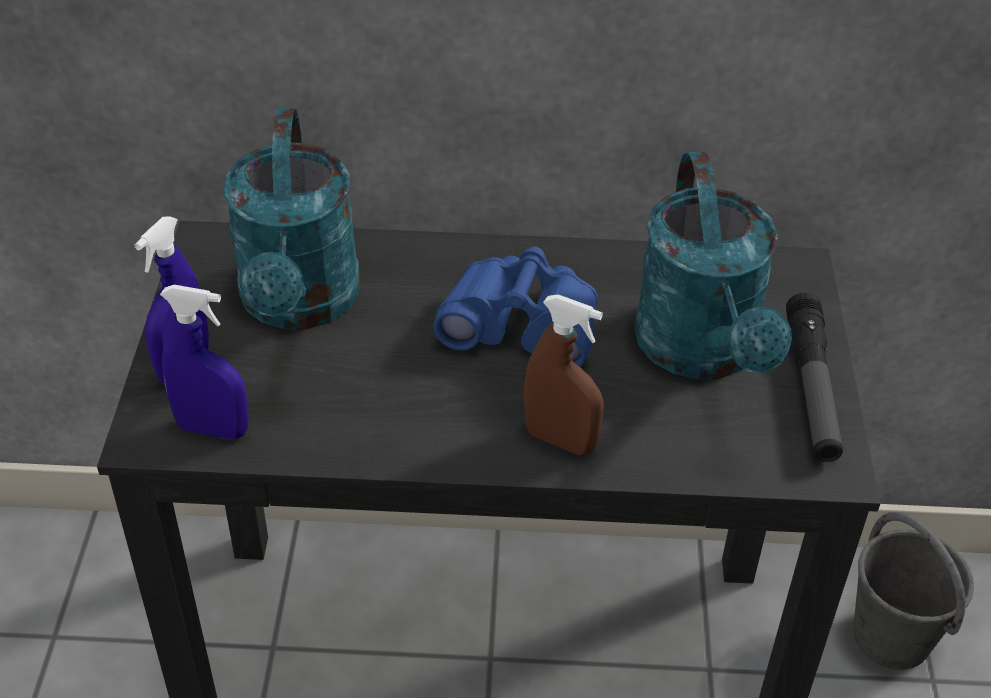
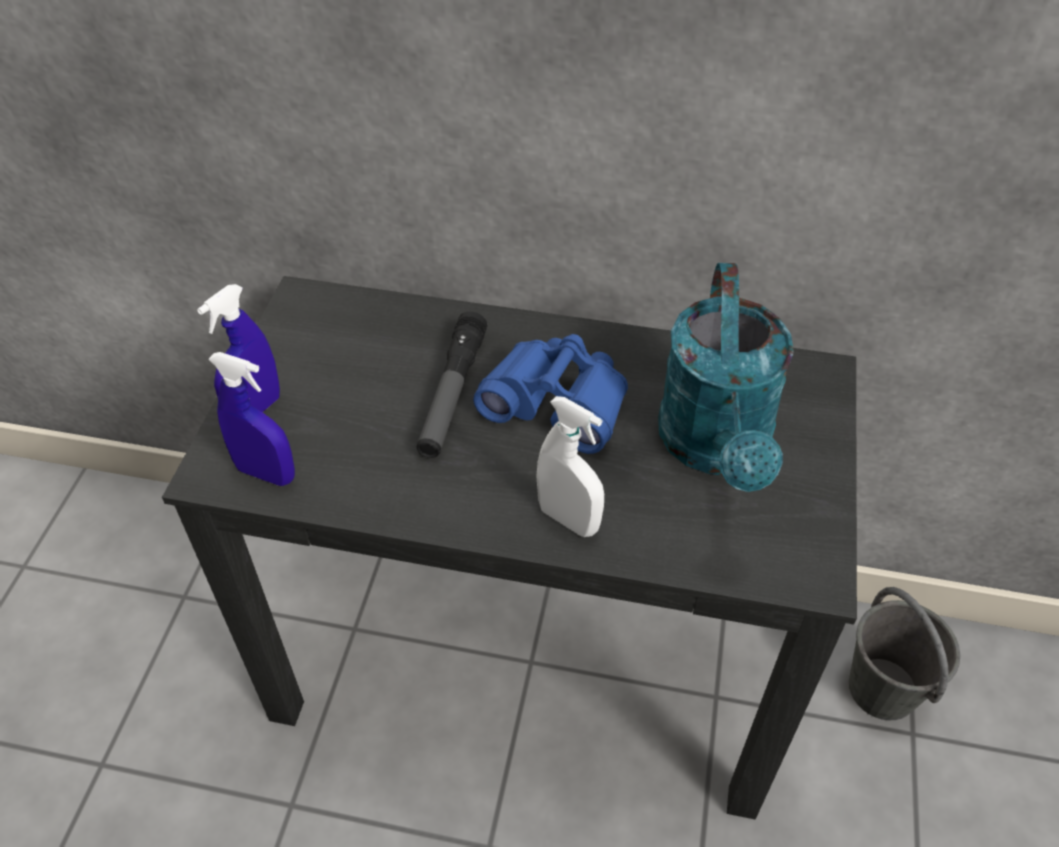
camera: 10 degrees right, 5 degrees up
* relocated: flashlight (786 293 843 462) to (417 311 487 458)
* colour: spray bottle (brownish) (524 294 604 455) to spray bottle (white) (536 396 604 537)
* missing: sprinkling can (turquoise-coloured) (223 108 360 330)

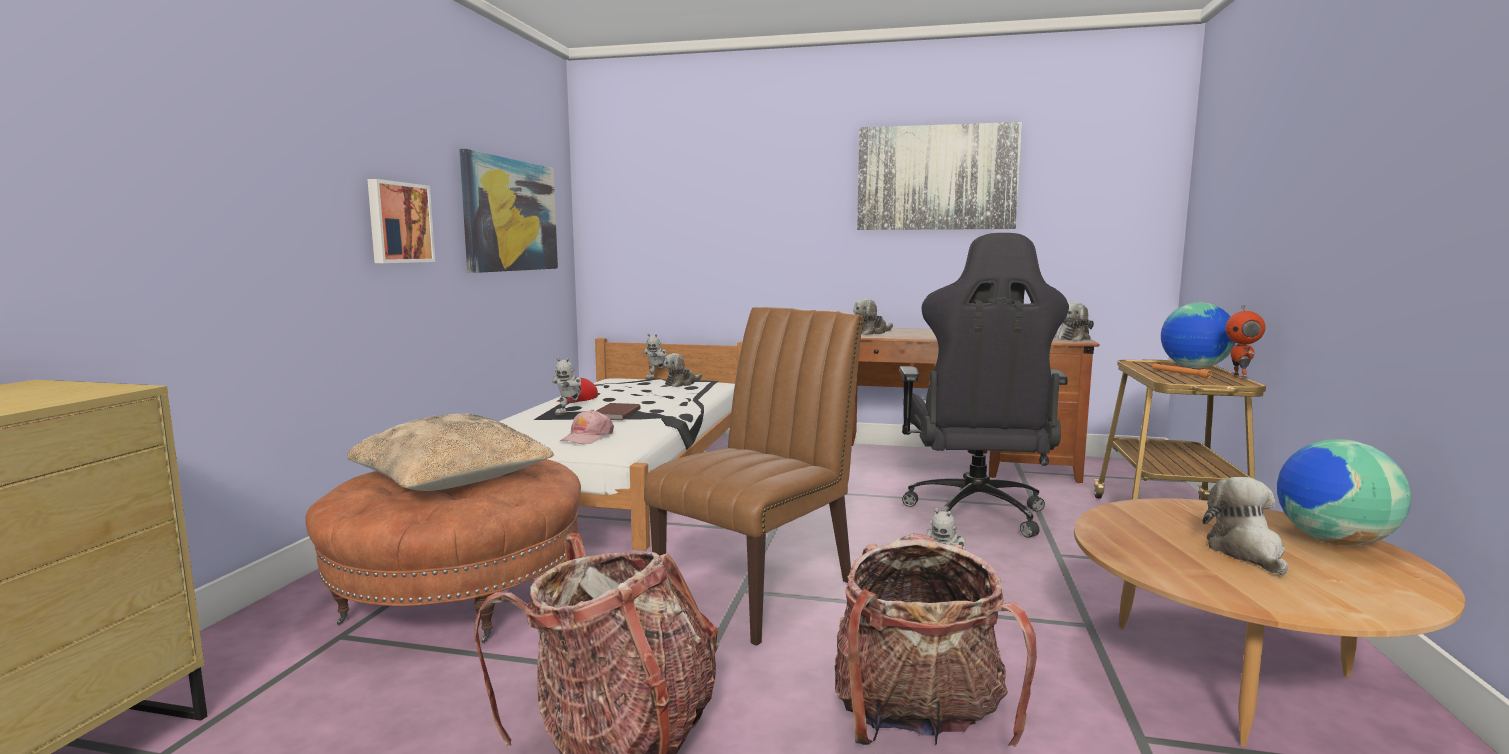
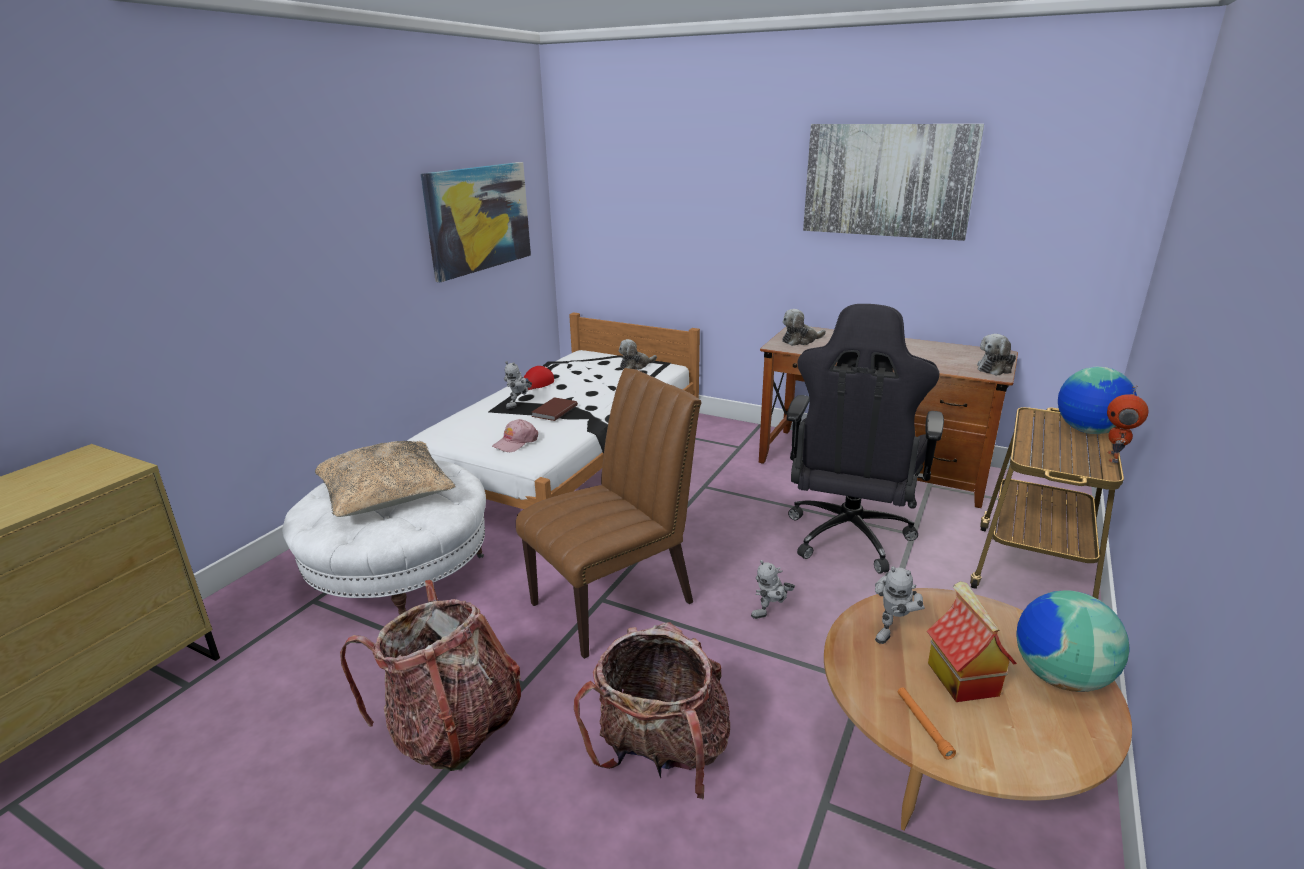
camera: 15 degrees right, 15 degrees up
* colour: footrest (brownish) (305 459 581 643) to footrest (white) (282 460 486 615)
* relocated: model robot (643 334 667 379) to (875 566 925 644)
* relocated: flashlight (orange-coloured) (1152 363 1212 379) to (898 687 956 760)
* exchanged: cuddly toy (1203 477 1288 575) to model house (927 581 1017 702)
* missing: wall picture (367 179 435 263)

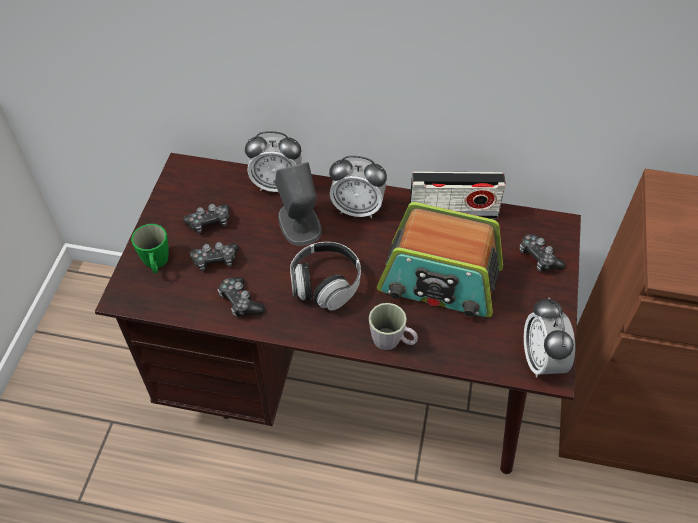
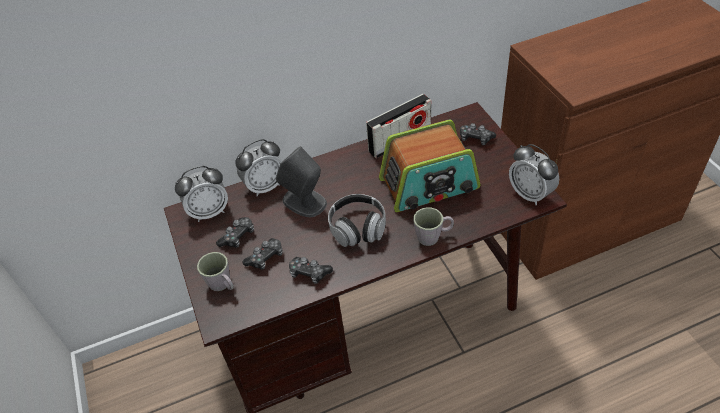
camera: 30 degrees left, 5 degrees down
* relocated: alarm clock (329 156 387 218) to (175 166 228 222)
* colour: tea mug (green-coloured) (131 224 169 274) to tea mug (gray) (197 252 234 291)

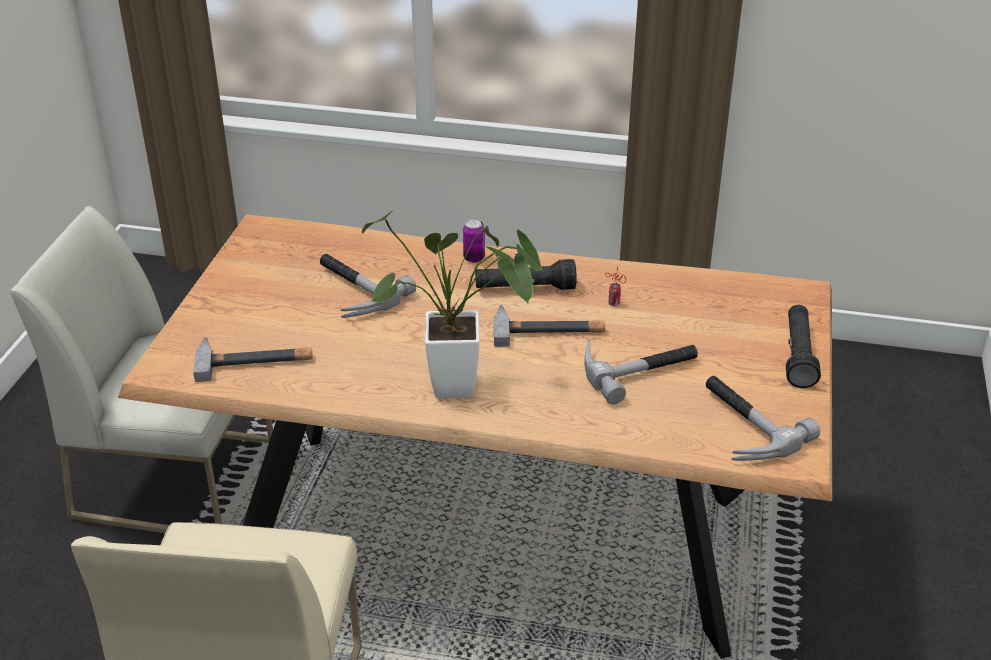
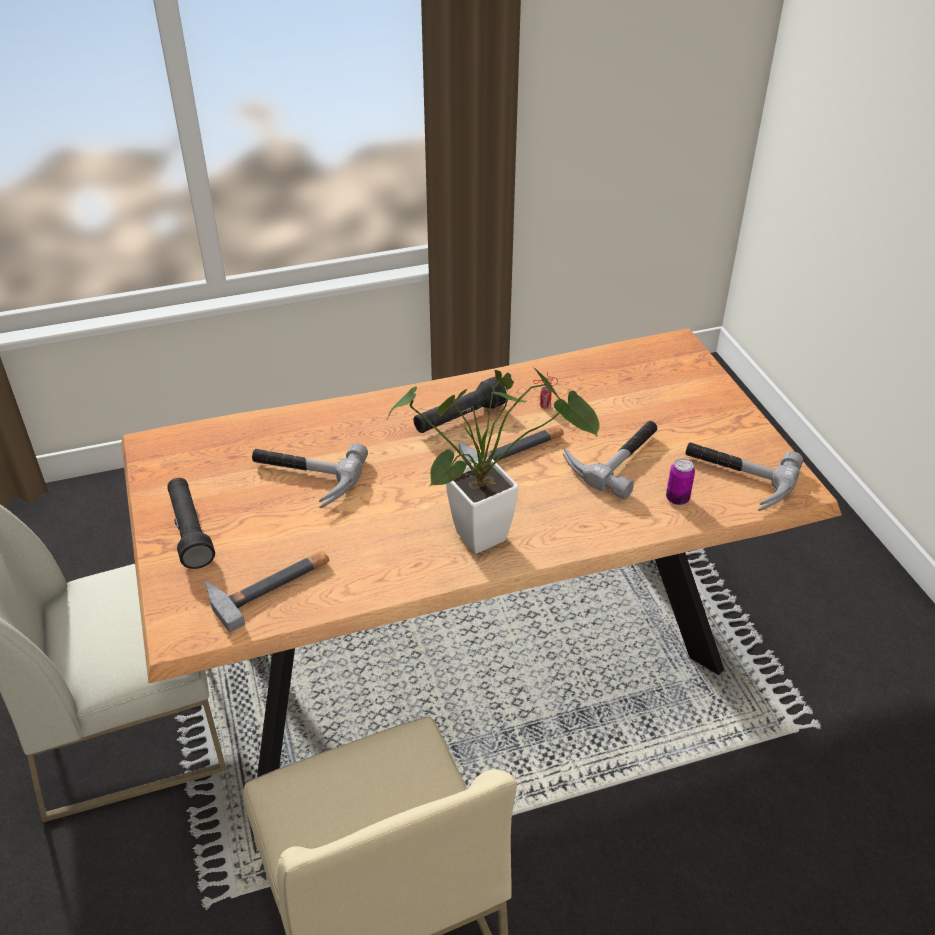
camera: 30 degrees left, 5 degrees up
* relocated: flashlight (black) (786 305 821 388) to (167 478 215 569)
* relocated: metal can (463 219 485 263) to (666 458 695 505)

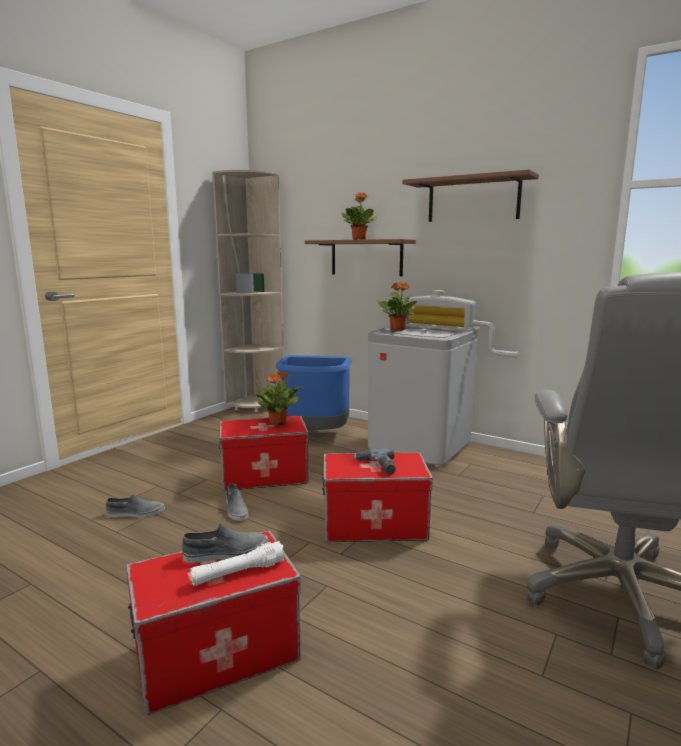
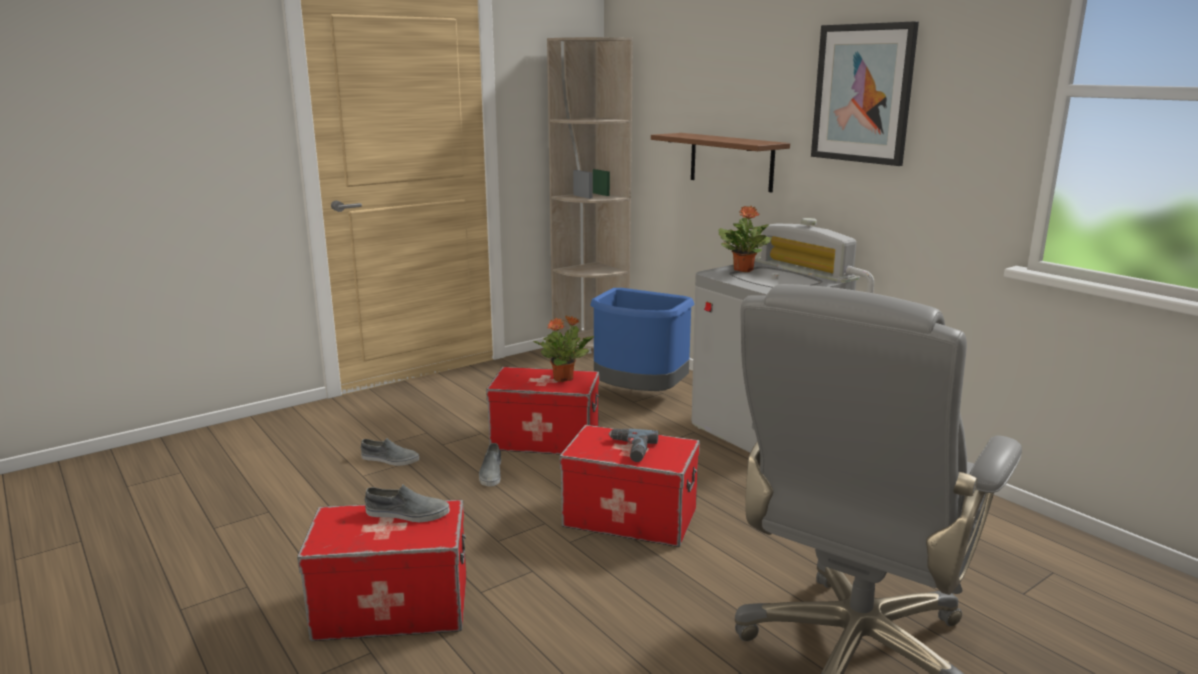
camera: 20 degrees right, 5 degrees up
* exchanged: wall shelf (brownish) (402 169 539 222) to wall picture (811 21 919 166)
* missing: flashlight (white) (190 541 285 586)
* missing: potted plant (341 193 377 240)

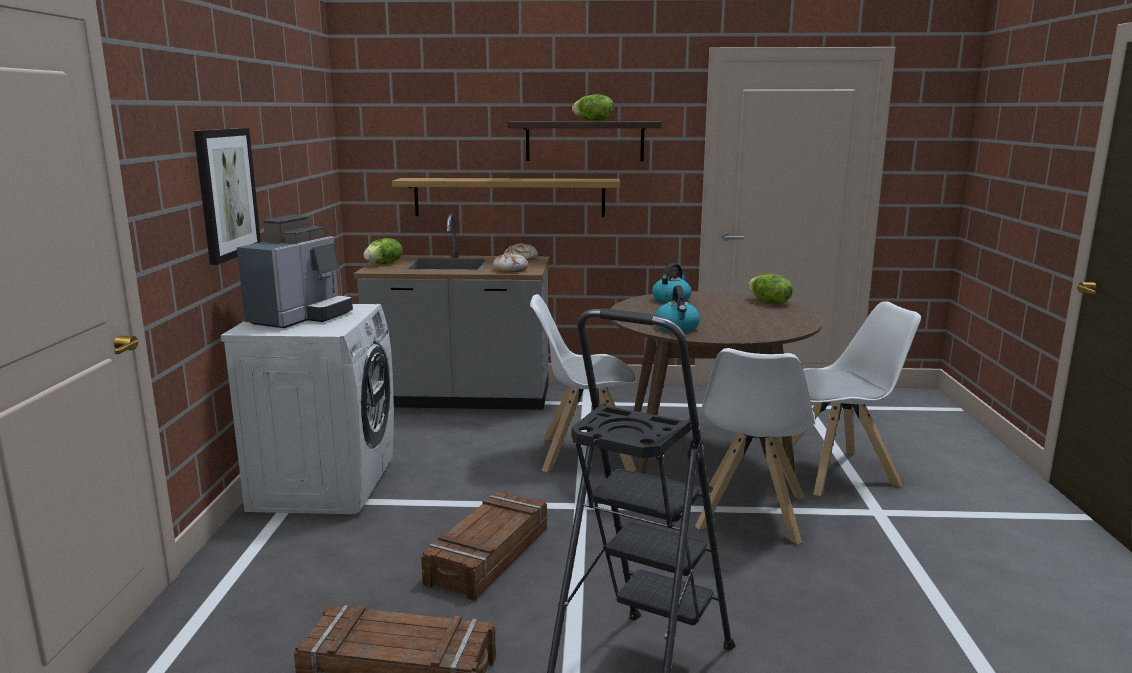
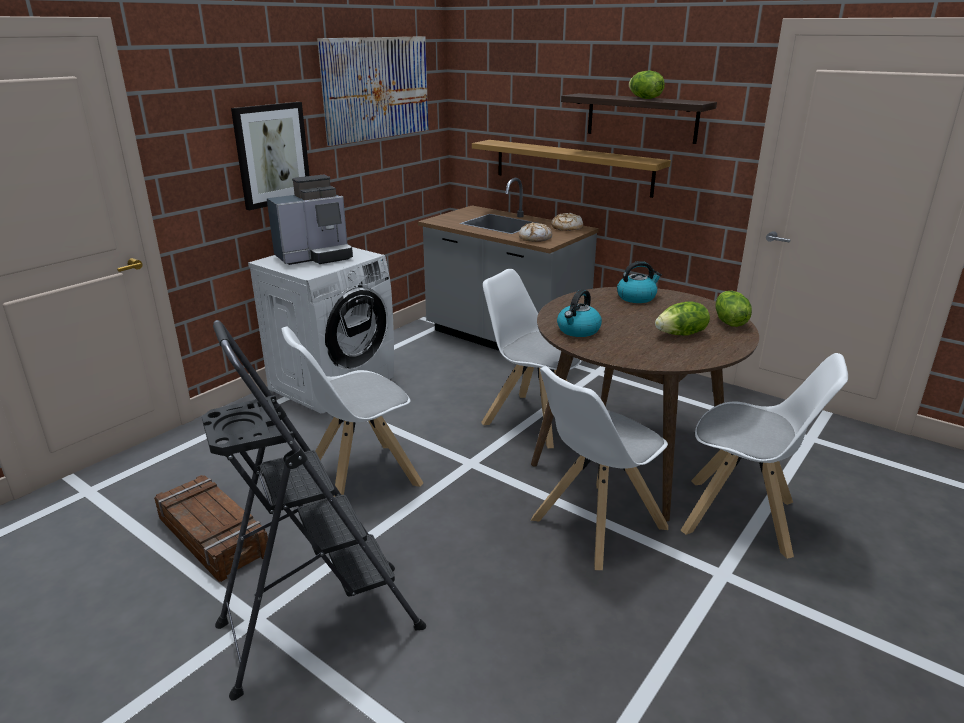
camera: 35 degrees right, 10 degrees up
* exchanged: shipping crate (421 491 547 600) to chair (281 326 423 497)
* appeared: wall picture (317 36 428 146)
* relocated: lettuce (363 238 402 264) to (655 301 710 335)

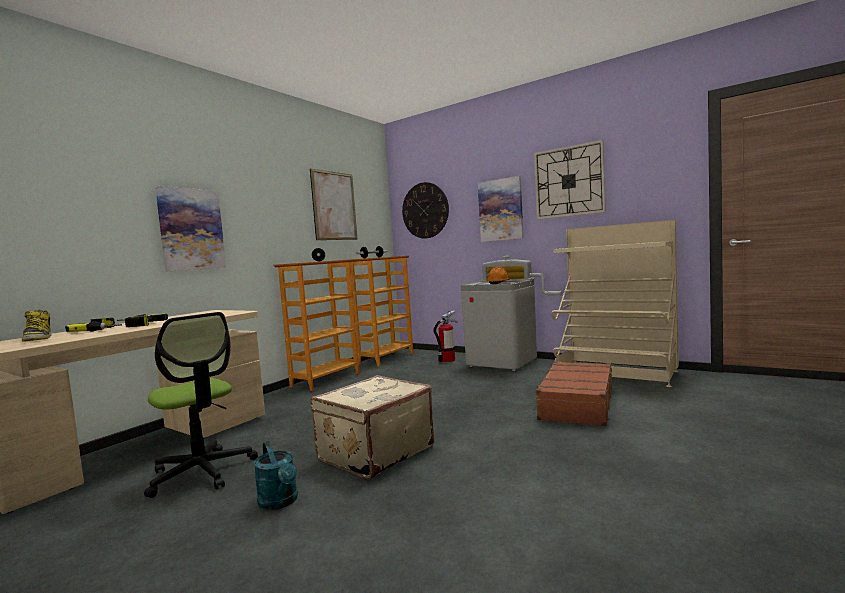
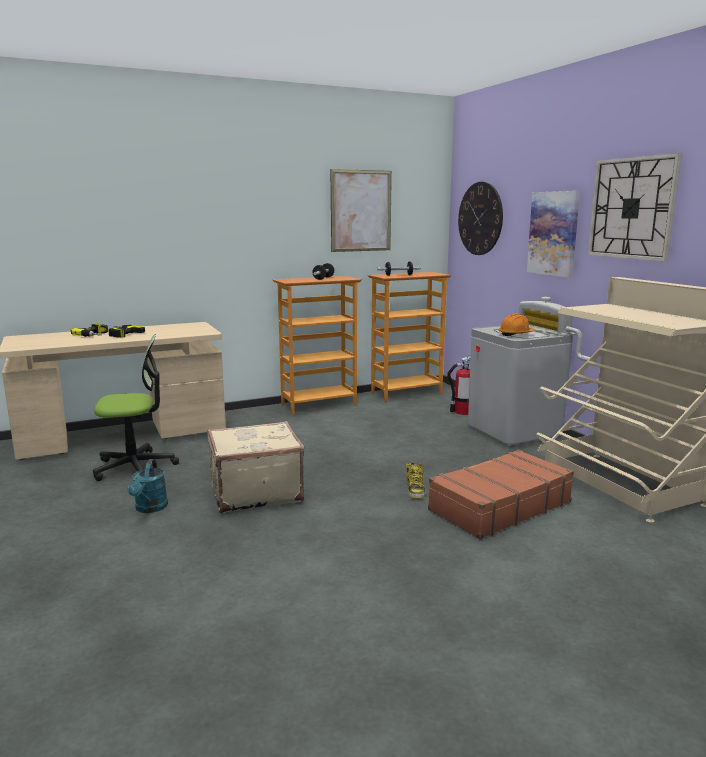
camera: 30 degrees right, 10 degrees up
* spun: desk chair (144 312 258 498) = (93 334 179 481) 90 degrees counterclockwise
* relocated: boot (22 310 52 342) to (406 463 425 499)
* missing: wall picture (155 186 226 272)

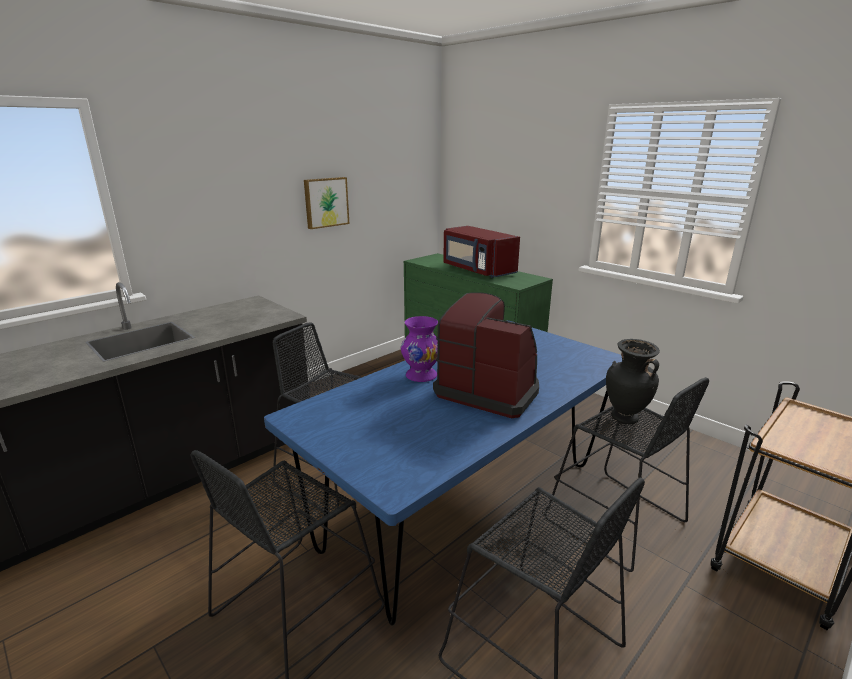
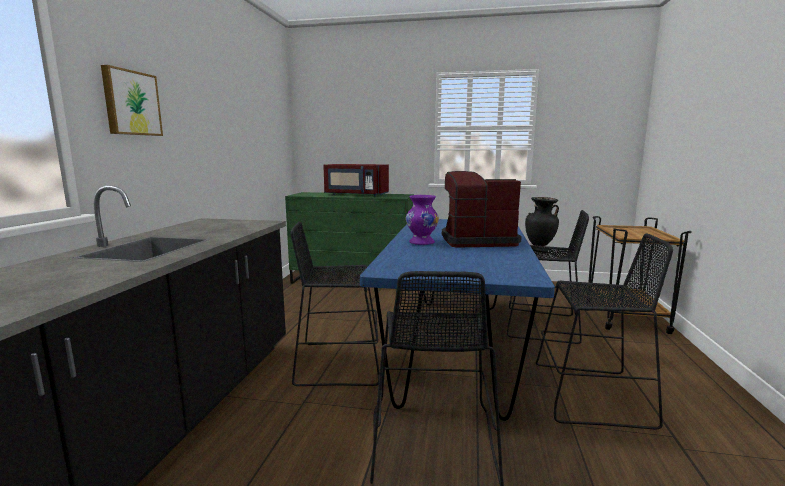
camera: 35 degrees left, 10 degrees down
* relocated: wall picture (304 177 349 229) to (101 65 163 136)

